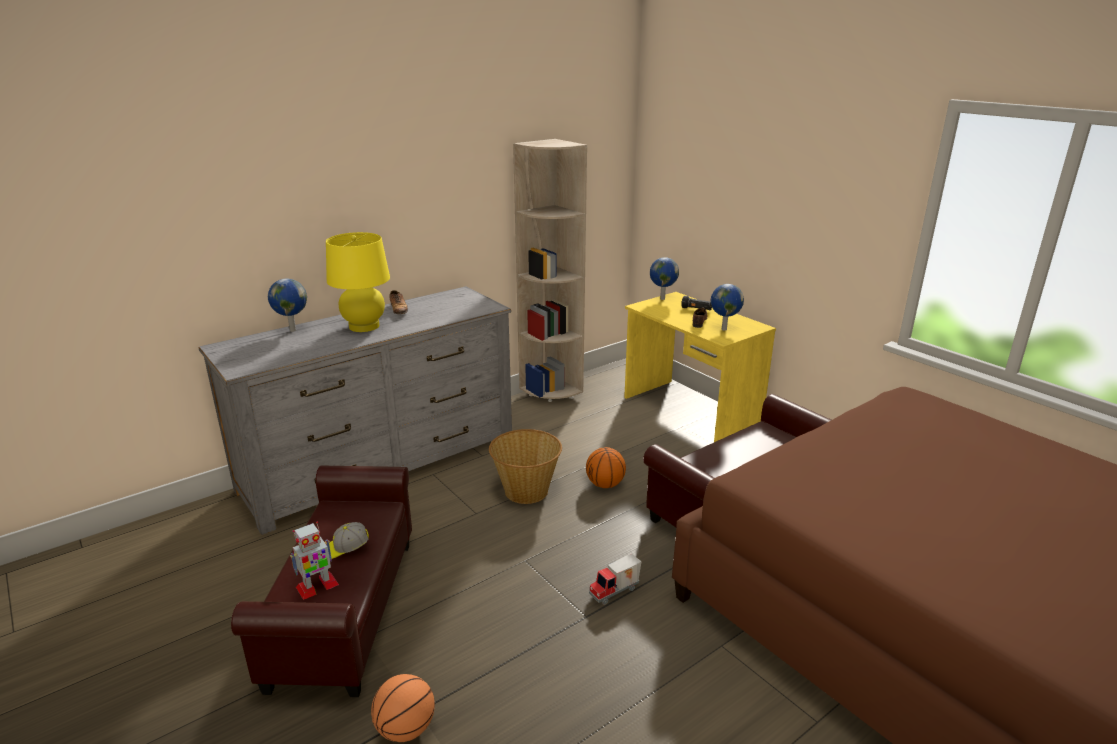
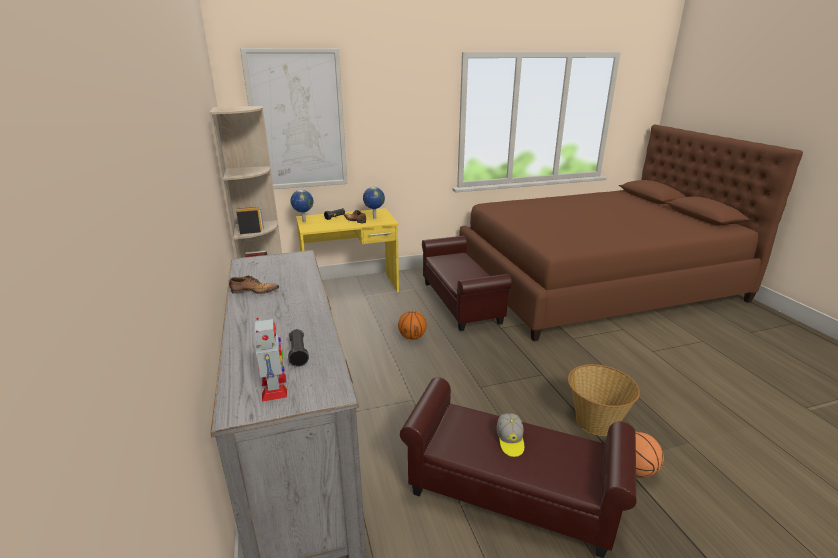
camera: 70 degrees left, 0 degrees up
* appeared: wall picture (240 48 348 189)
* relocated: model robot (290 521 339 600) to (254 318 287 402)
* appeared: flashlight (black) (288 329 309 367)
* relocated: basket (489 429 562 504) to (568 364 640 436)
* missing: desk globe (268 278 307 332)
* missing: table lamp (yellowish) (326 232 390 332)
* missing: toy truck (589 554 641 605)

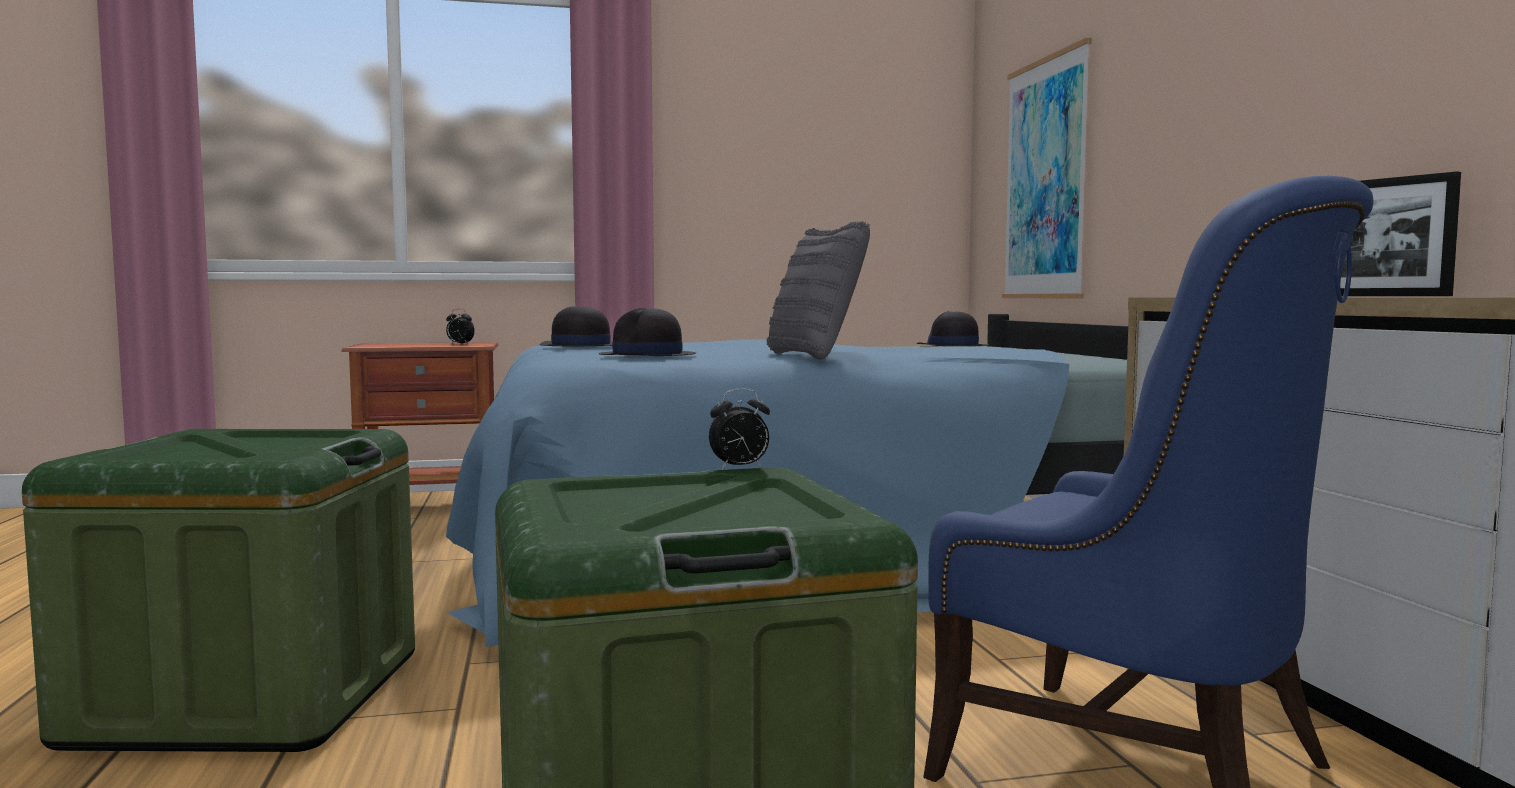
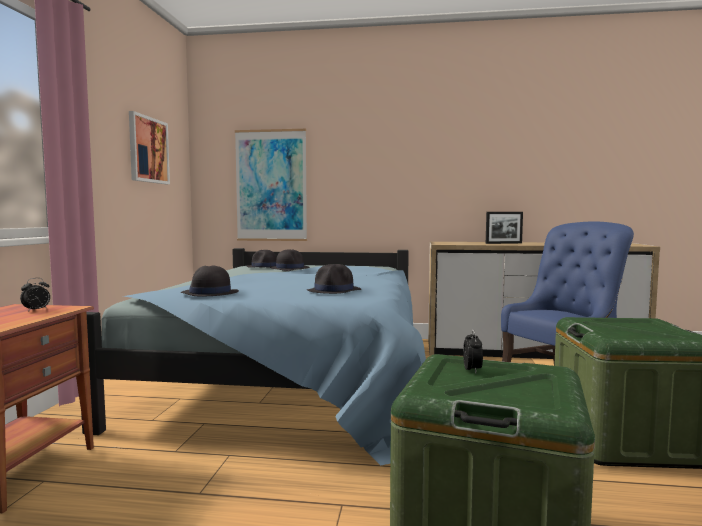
camera: 70 degrees left, 0 degrees up
* appeared: wall picture (129 111 170 184)
* appeared: clothing hat (black) (271 249 309 271)
* relocated: alarm clock (709 389 770 470) to (463 330 483 373)
* missing: cushion (gray) (766 221 870 360)

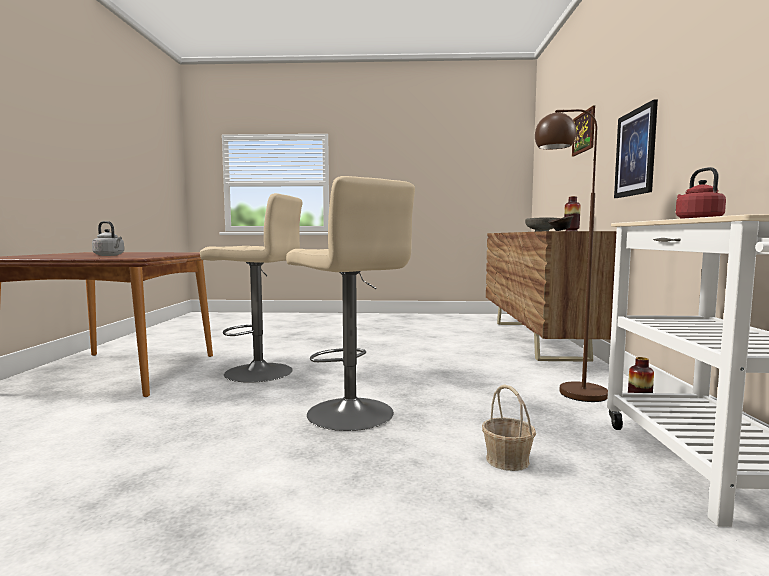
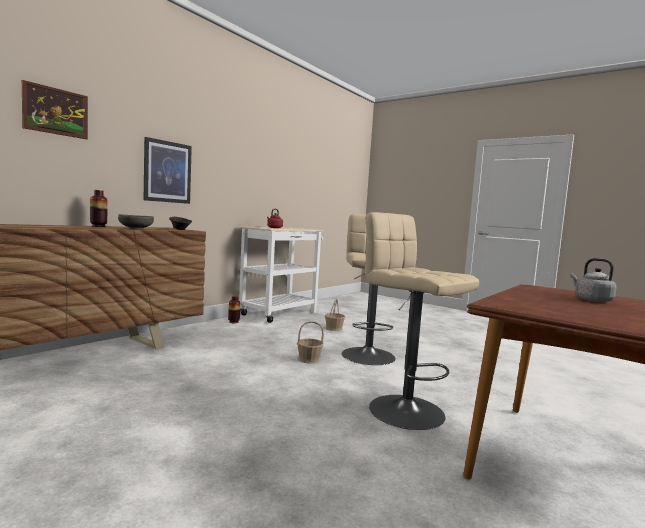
camera: 145 degrees left, 0 degrees up
* appeared: basket (297 321 324 364)
* missing: floor lamp (brownish) (535 109 608 402)

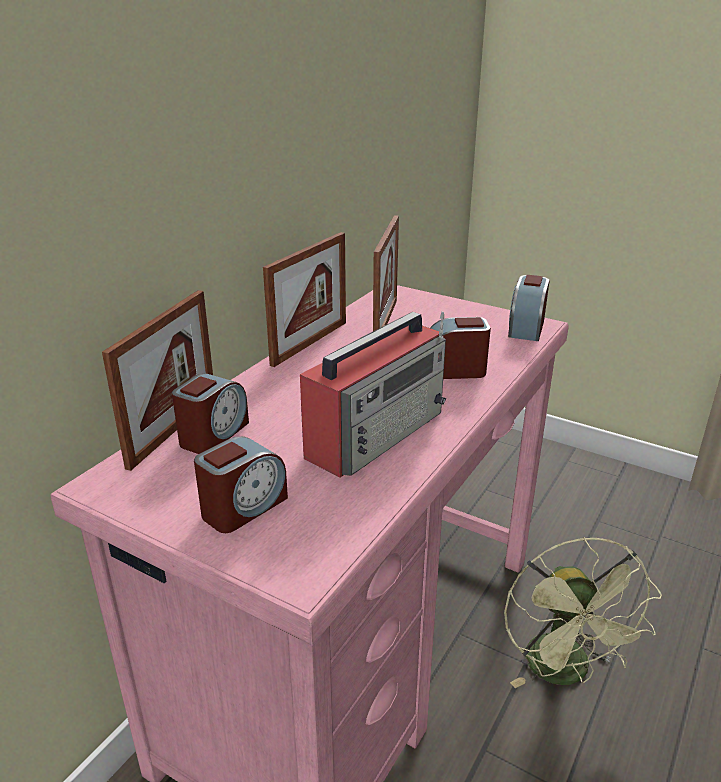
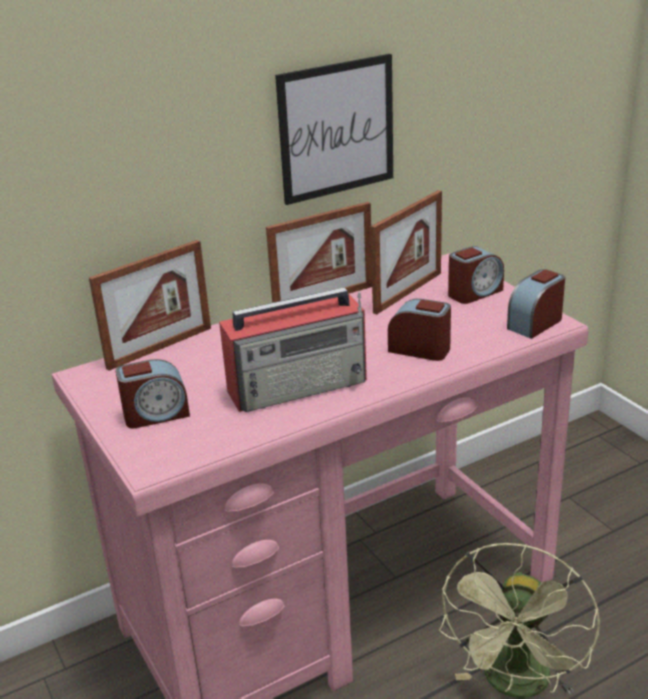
camera: 30 degrees right, 0 degrees up
* appeared: wall picture (275 54 393 205)
* relocated: alarm clock (172 373 249 454) to (448 246 504 304)

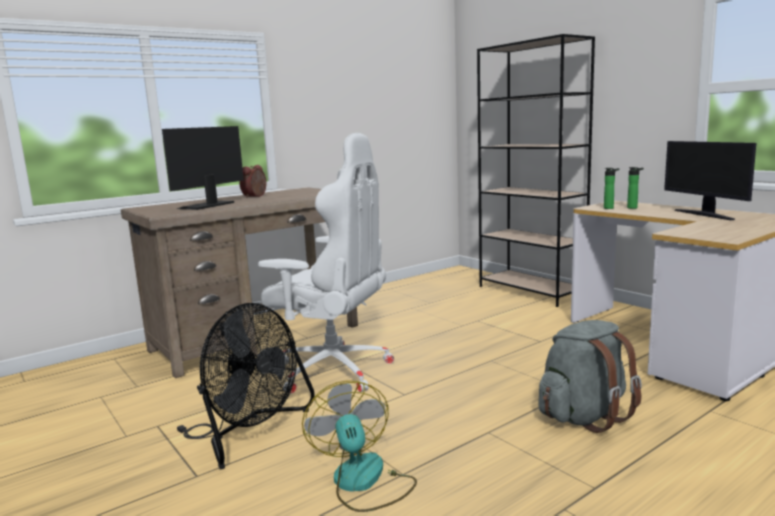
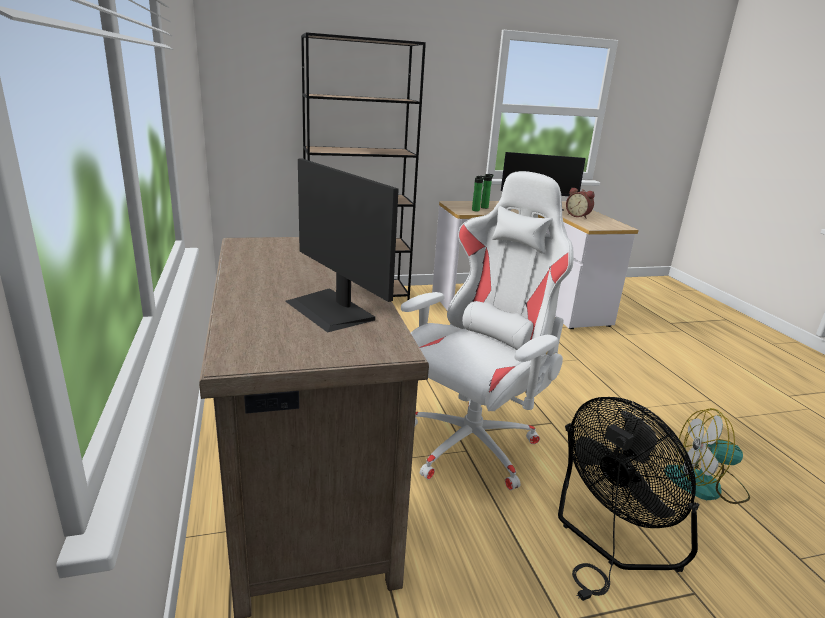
camera: 70 degrees left, 10 degrees up
* relocated: alarm clock (239 165 266 198) to (566 187 595 218)
* missing: backpack (gray) (538 320 642 433)

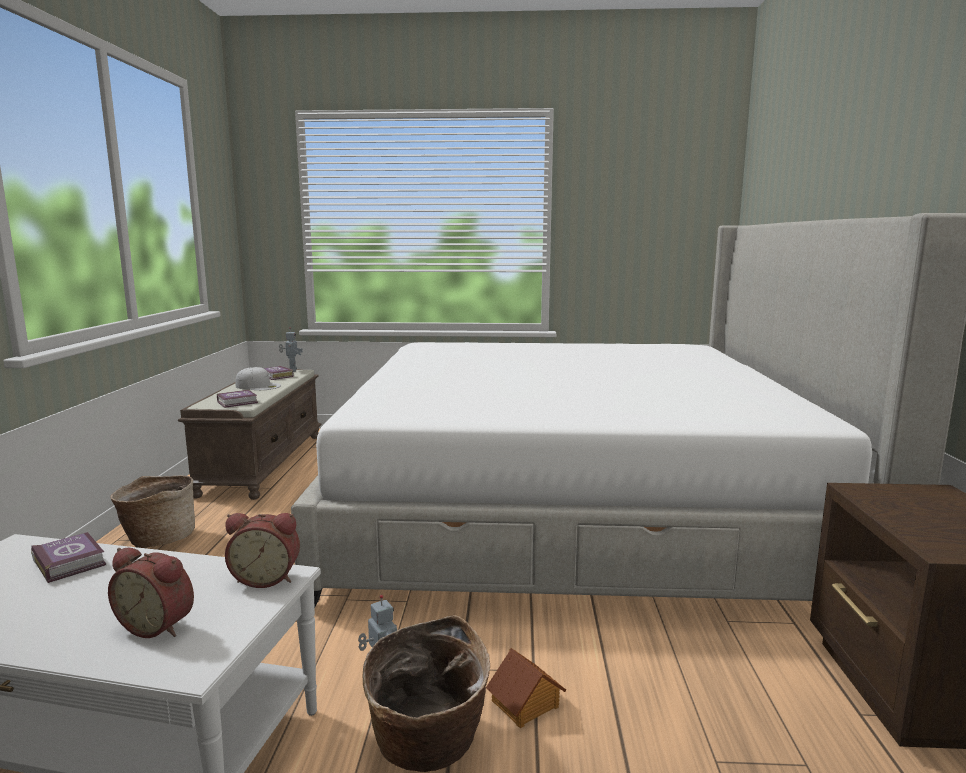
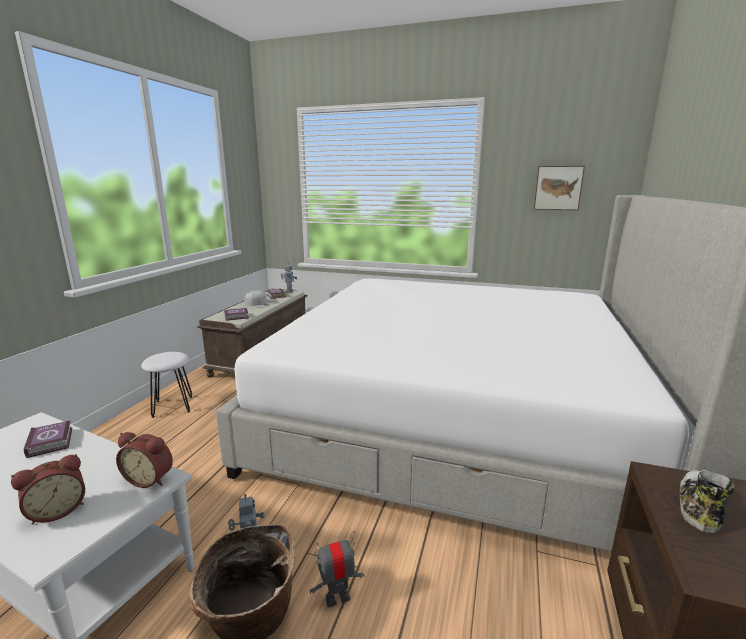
camera: 15 degrees right, 5 degrees up
* spun: alarm clock (108 547 194 638) = (11 454 85 525) 75 degrees counterclockwise
* exchanged: basket (110 475 195 548) to stool (white) (141 352 192 418)
* exchanged: model house (486 648 566 728) to model robot (310 531 365 607)
* appeared: wall picture (534 166 585 210)
* appeared: low shoe (680 470 735 533)

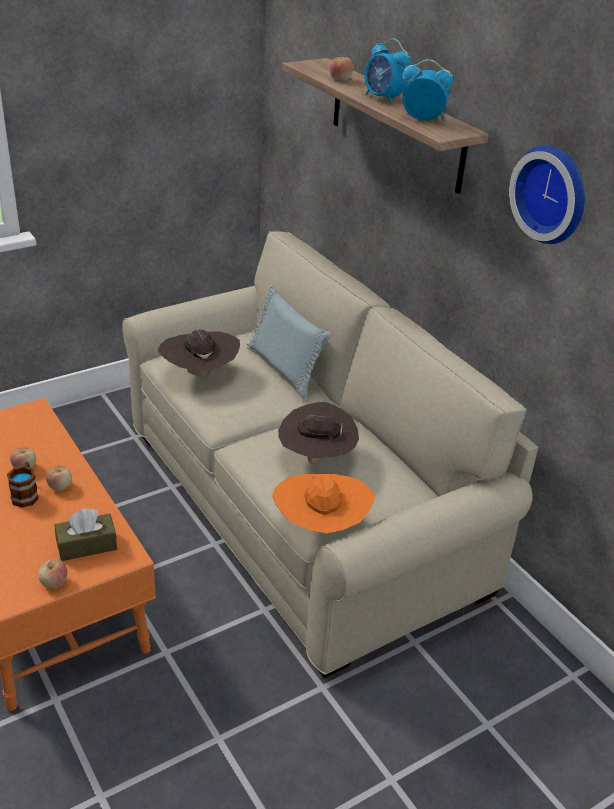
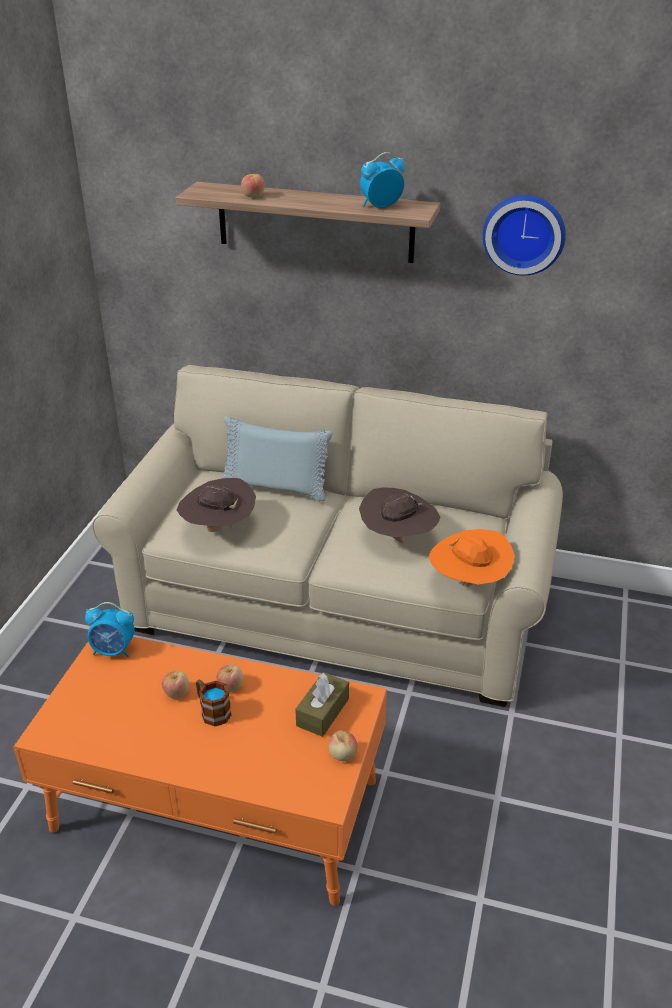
camera: 40 degrees left, 0 degrees up
* relocated: alarm clock (364 39 411 104) to (85 602 135 657)

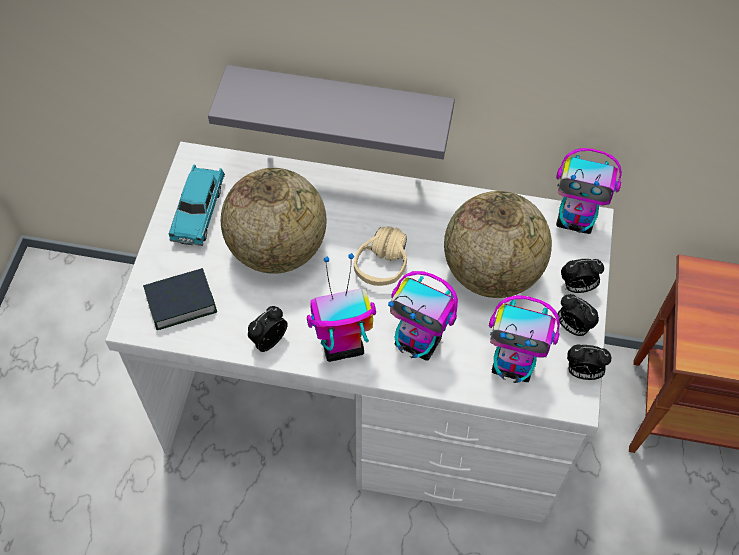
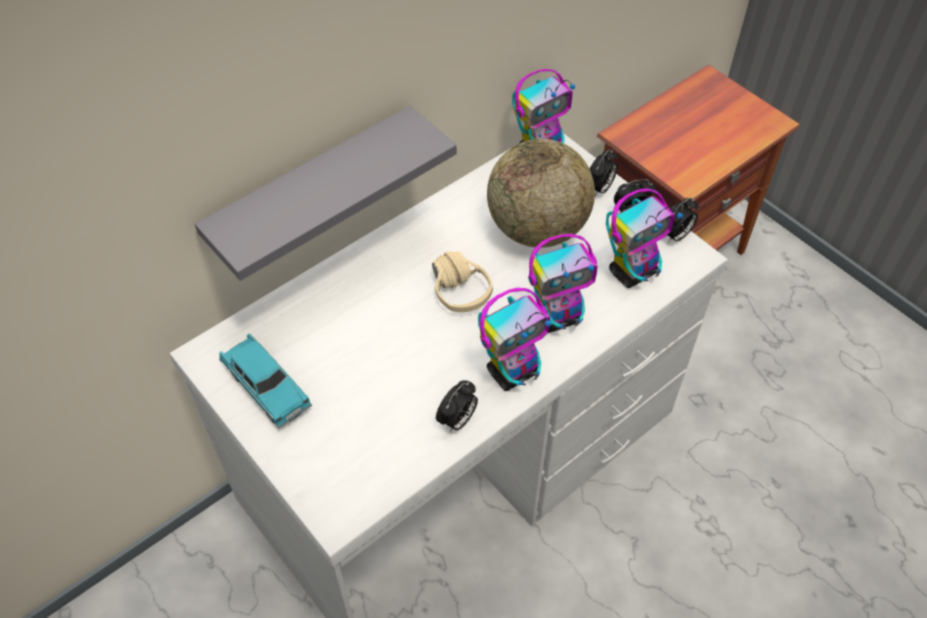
camera: 50 degrees left, 5 degrees down
* spun: alarm clock (248 306 288 352) = (436 380 478 432) 135 degrees counterclockwise
* spun: model robot (307 253 376 362) = (478 288 552 391) 150 degrees counterclockwise
* missing: book (143 268 217 330)
* missing: desk globe (221 168 327 274)

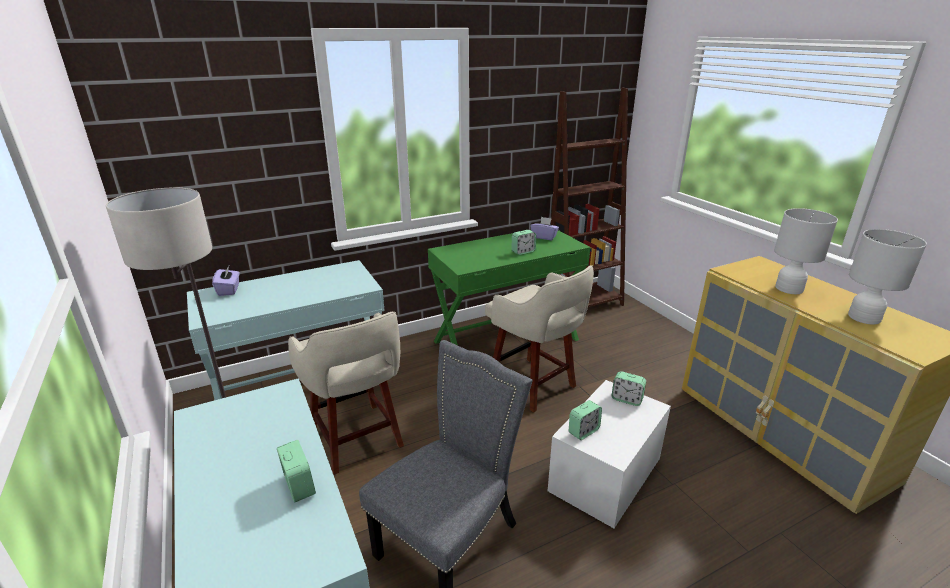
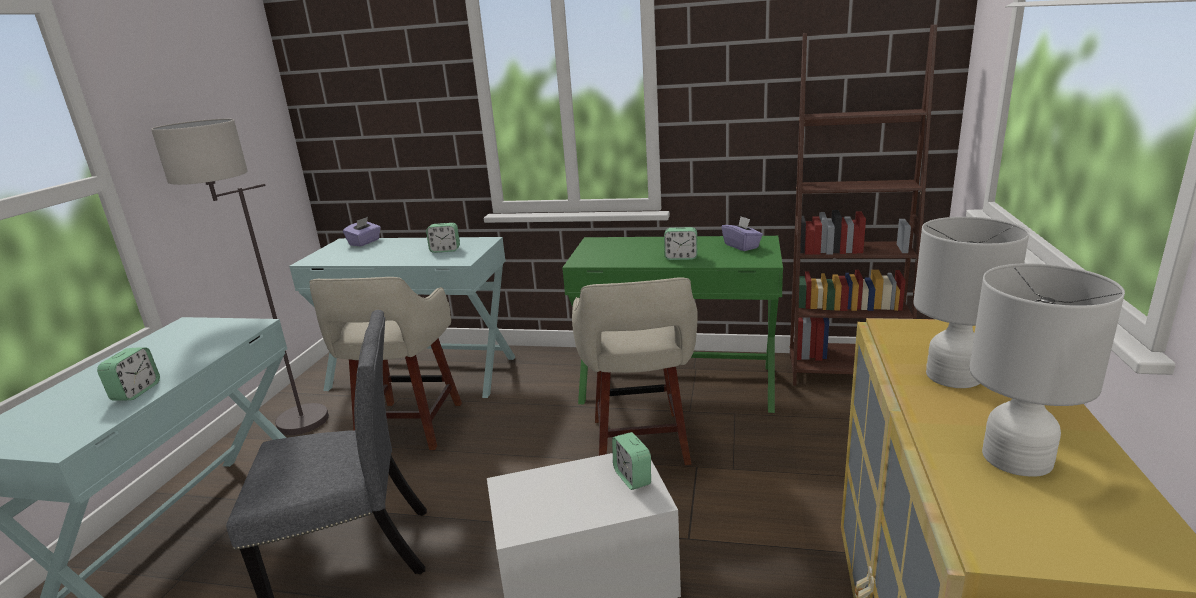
camera: 40 degrees right, 5 degrees down
* relocated: alarm clock (569 400 602 440) to (426 223 460 253)

